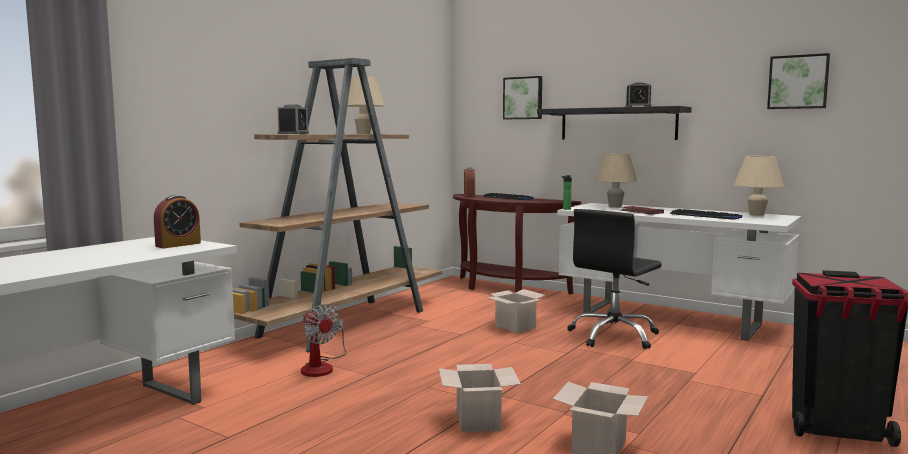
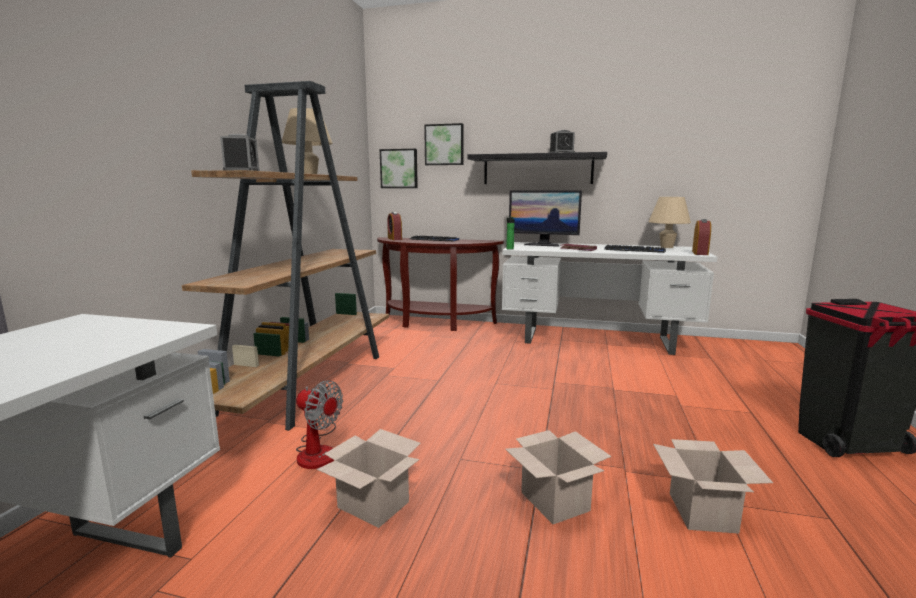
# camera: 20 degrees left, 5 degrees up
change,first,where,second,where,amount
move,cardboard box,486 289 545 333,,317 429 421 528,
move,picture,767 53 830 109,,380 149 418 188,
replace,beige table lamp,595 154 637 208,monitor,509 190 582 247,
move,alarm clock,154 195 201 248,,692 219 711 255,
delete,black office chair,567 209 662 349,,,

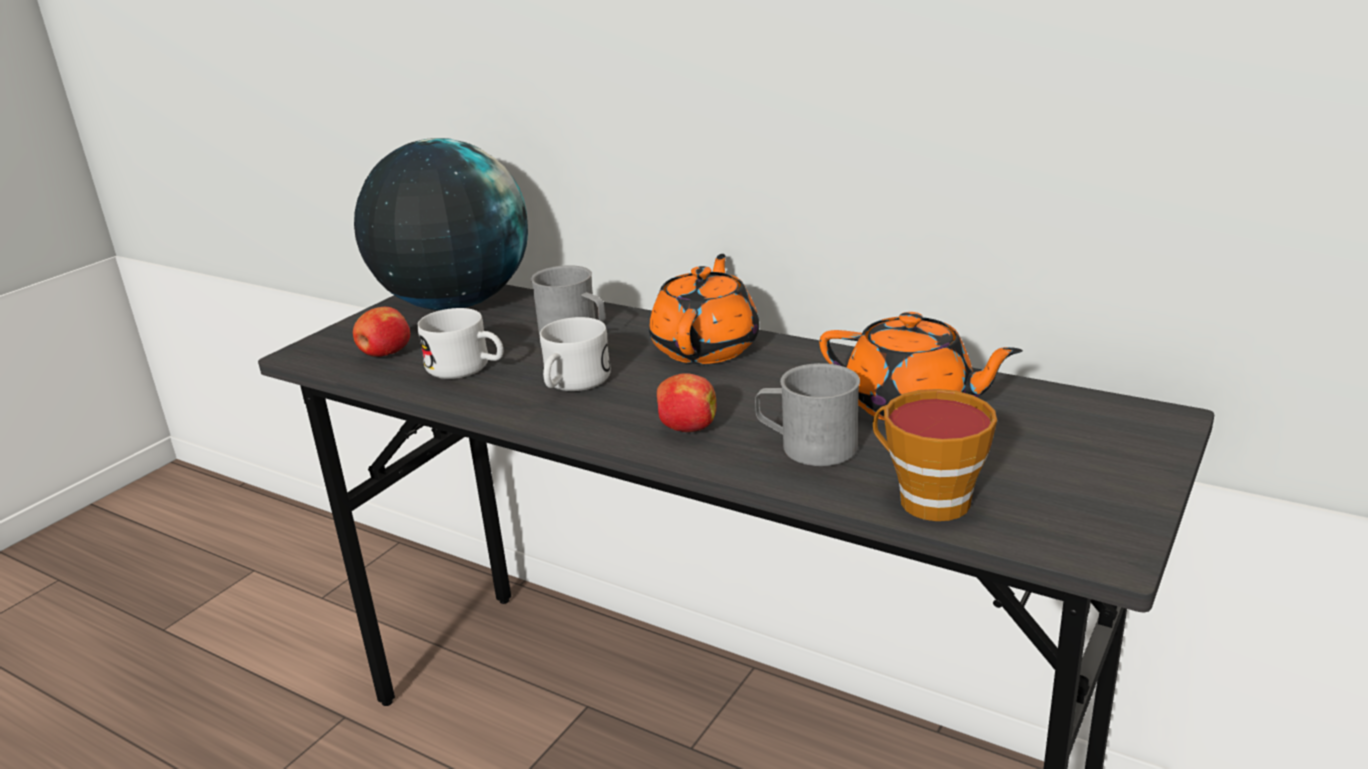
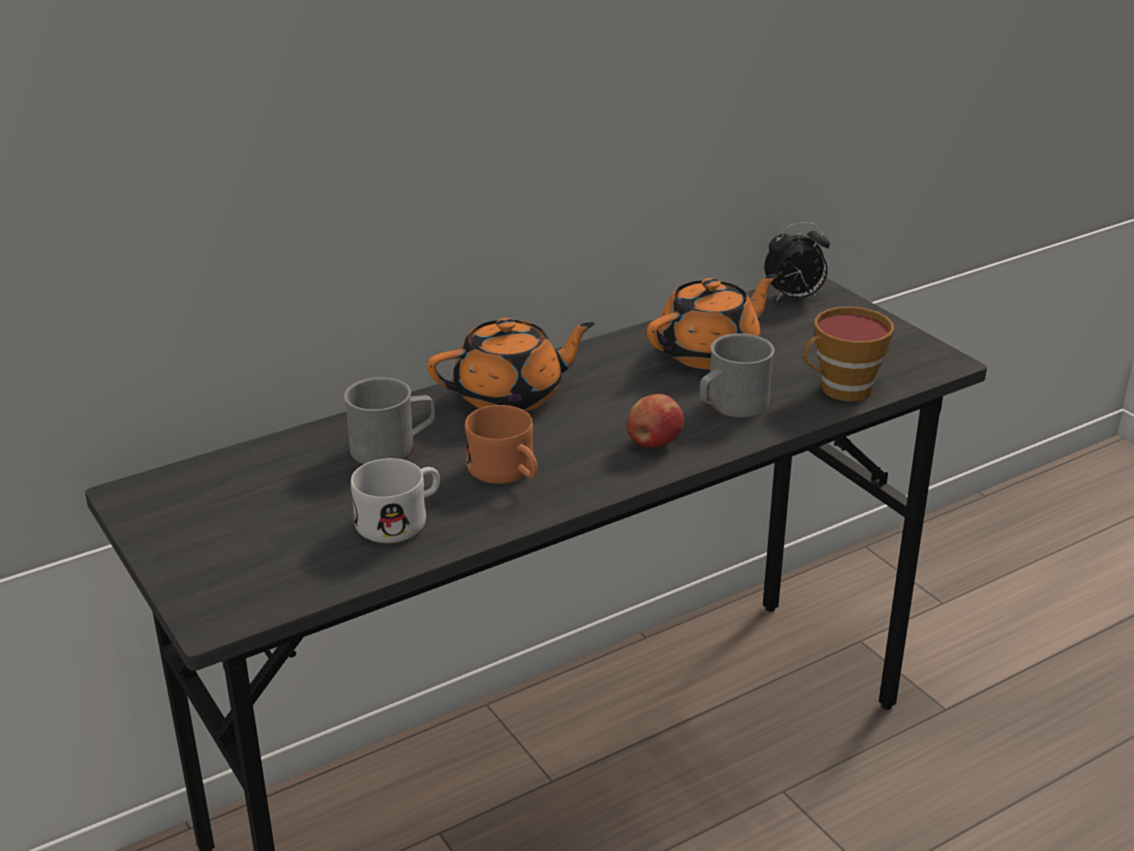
# camera: 65 degrees left, 5 degrees up
change,first,where,second,where,amount
rotate,orange teapot,649 254 760 364,,427 318 595 411,120 degrees clockwise
recolor,white mug,540 317 611 391,orange mug,465 405 538 484,
insert,,,alarm clock,764 222 830 301,
delete,apple,353 307 410 357,,,
delete,globe,354 138 528 310,,,

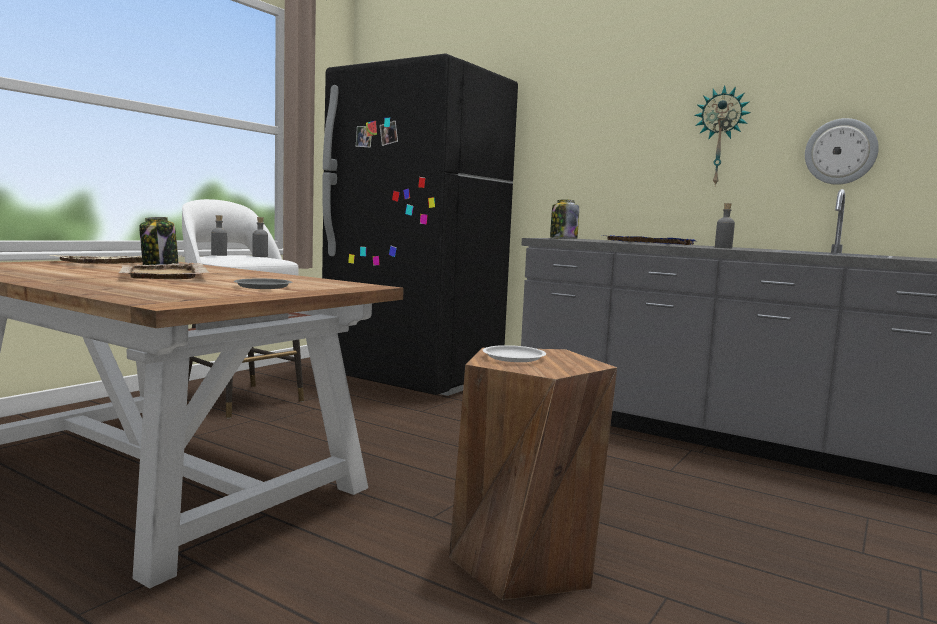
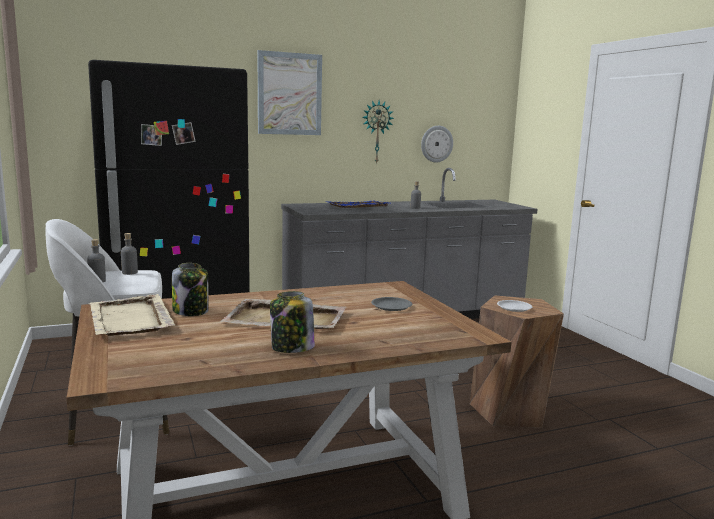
# camera: 55 degrees left, 5 degrees up
change,first,where,second,where,amount
insert,,,picture,258 50 322 135,
move,jar,550 199 579 239,,270 291 315 353,

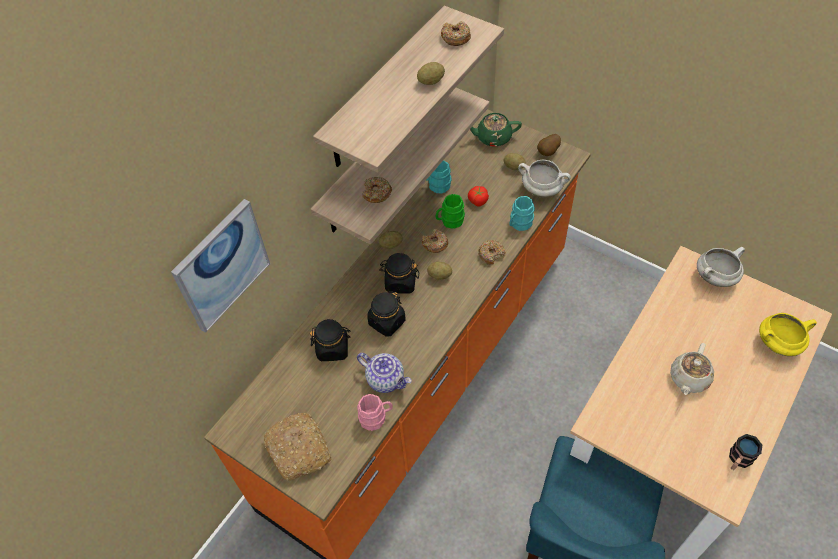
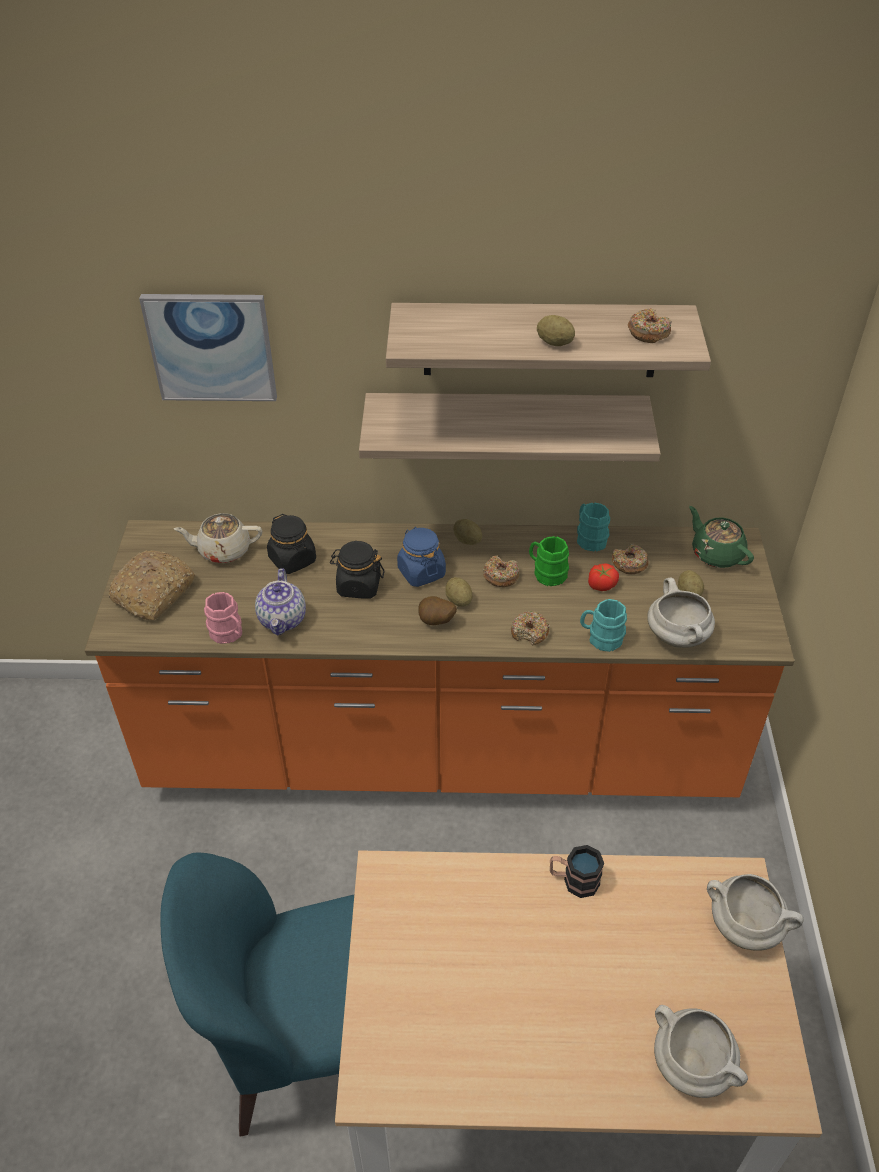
# camera: 55 degrees right, 10 degrees down
change,first,where,second,where,amount
move,beige teapot,670 343 714 395,,174 513 262 563,
recolor,black jar,379 253 419 294,blue jar,397 527 446 587,
move,potato,537 134 561 156,,418 596 457 625,
move,mug,729 434 762 470,,550 845 604 898,
move,donut,362 177 392 203,,612 544 649 574,
recolor,yellow cooking pot,759 313 817 356,white cooking pot,654 1005 748 1098,

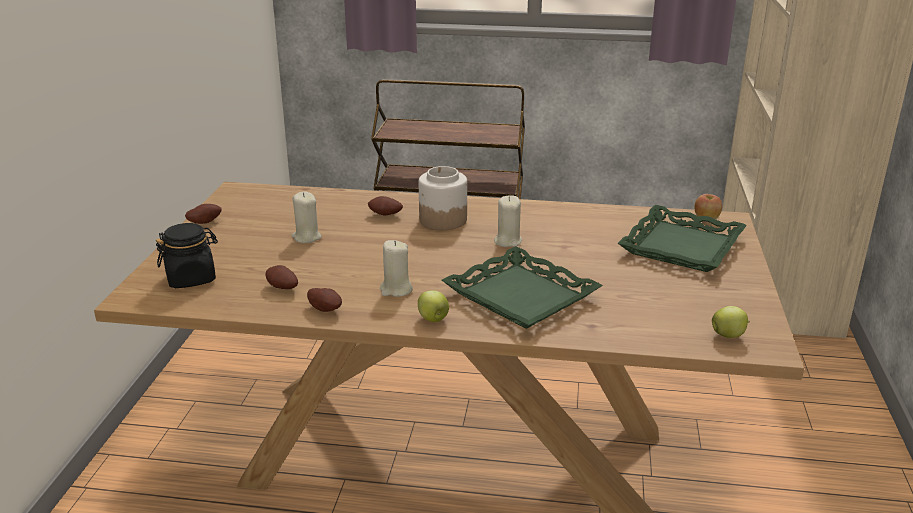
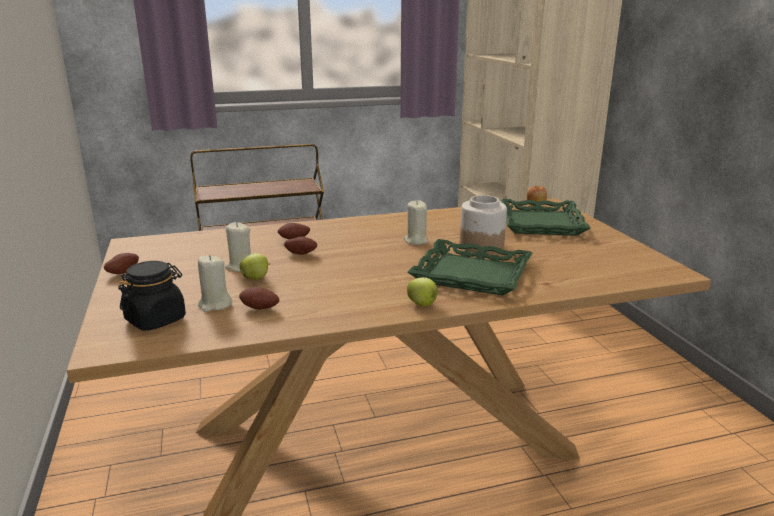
# camera: 25 degrees left, 5 degrees down
change,first,where,second,where,amount
move,beige candle,380 240 413 297,,198 255 232 312,
move,apple,712 306 750 338,,240 253 270 280,
move,potato,307 288 342 312,,284 236 317 255,
move,jar,419 166 467 230,,460 195 507 253,

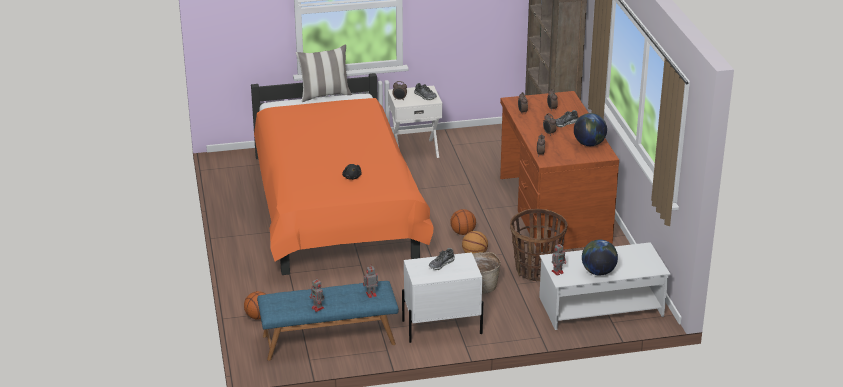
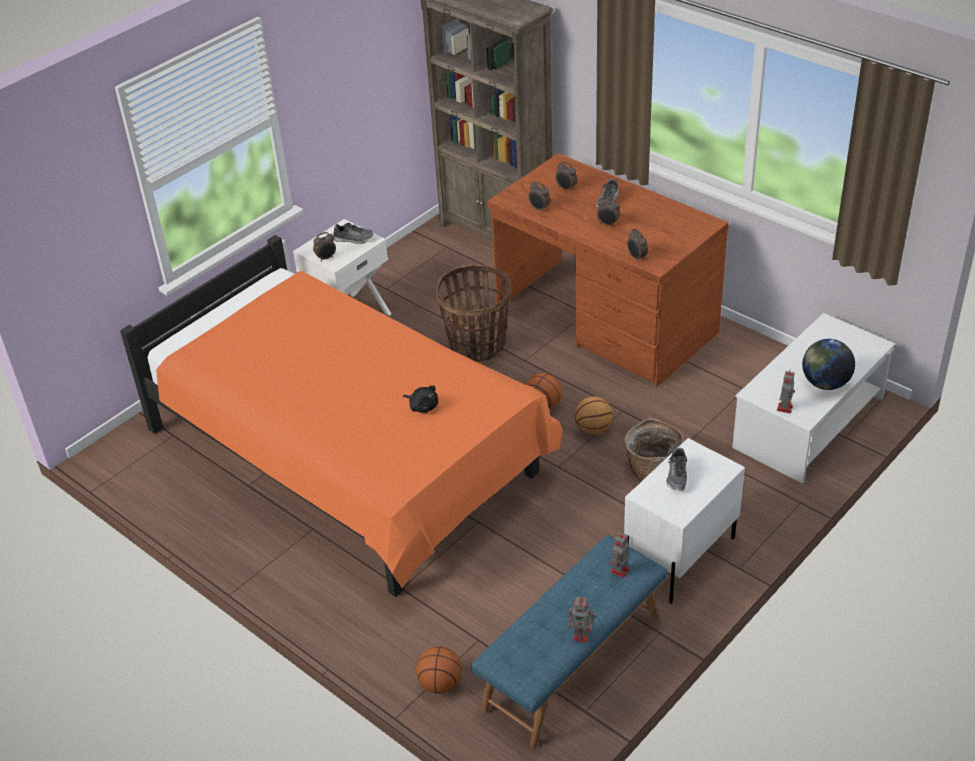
# camera: 35 degrees left, 10 degrees up
change,first,where,second,where,amount
move,basket,510 209 567 281,,435 265 511 362,
delete,pillow,296 45 352 102,,,
delete,globe,574 113 607 146,,,

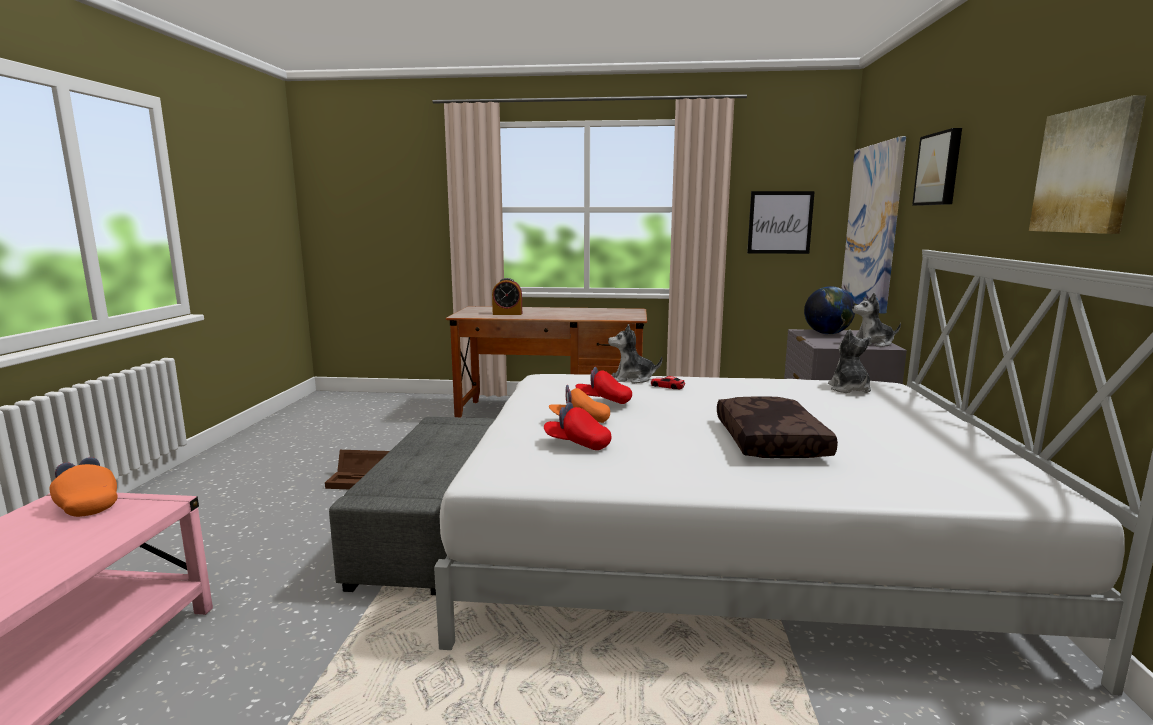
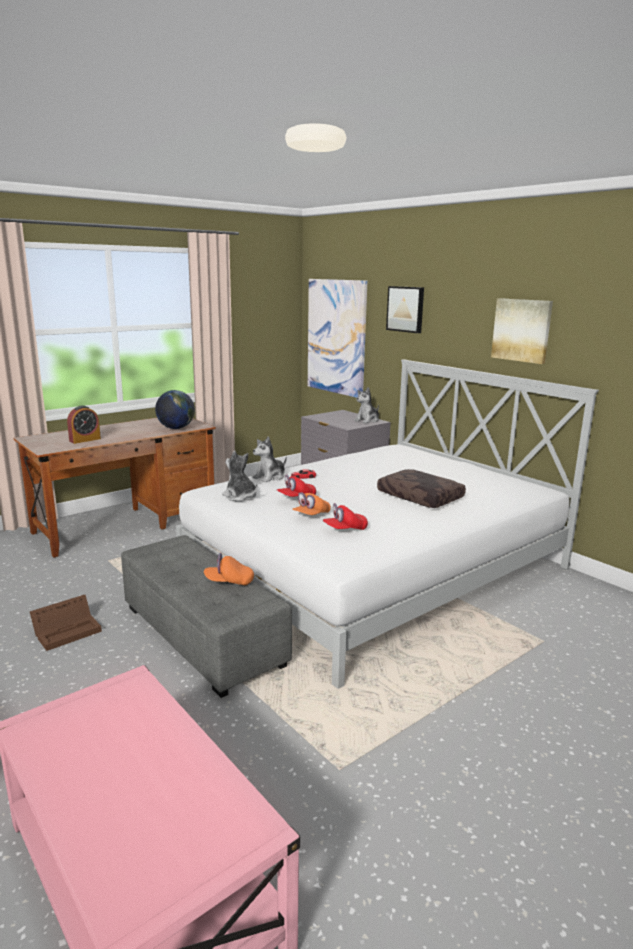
# camera: 45 degrees left, 5 degrees up
change,first,where,second,where,amount
move,globe,804 286 855 334,,155 390 195 429,
move,orange cap,49 457 117 517,,204 553 254 585,
move,plush toy,828 329 871 393,,222 450 257 501,
delete,picture,747 191 815 254,,,

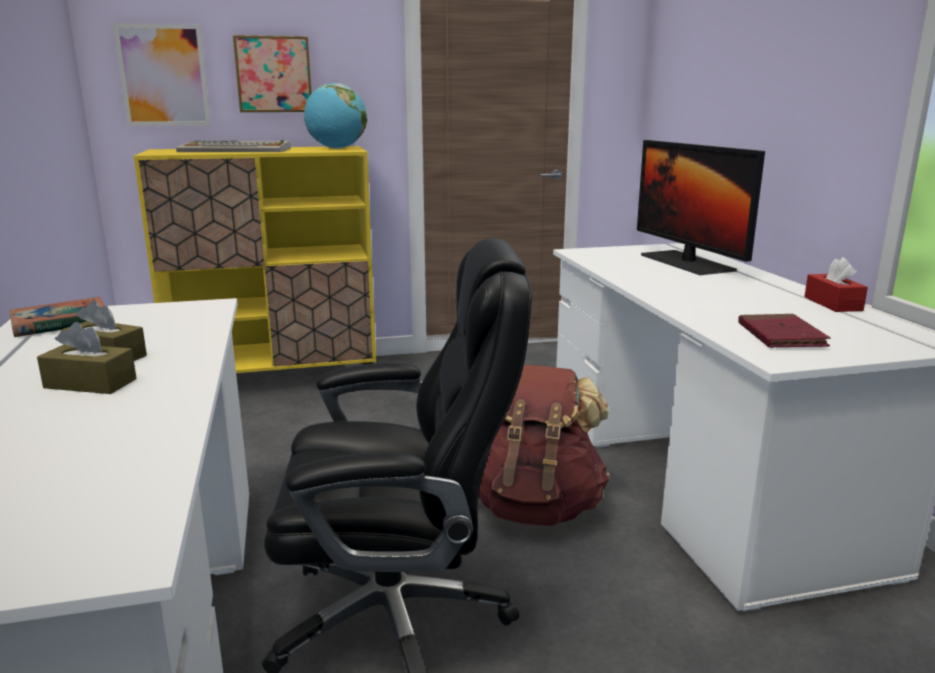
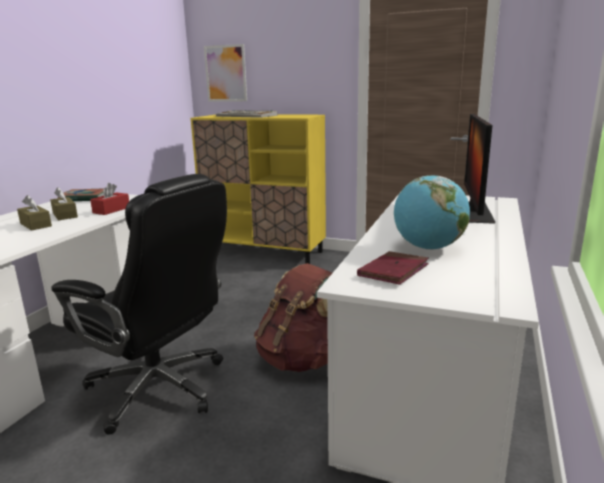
# camera: 35 degrees right, 0 degrees up
change,first,where,second,where,amount
move,red tissue box,804 257 868 312,,90 183 129 215,
move,globe,304 83 367 149,,394 175 470 250,
delete,picture,233 35 311 112,,,

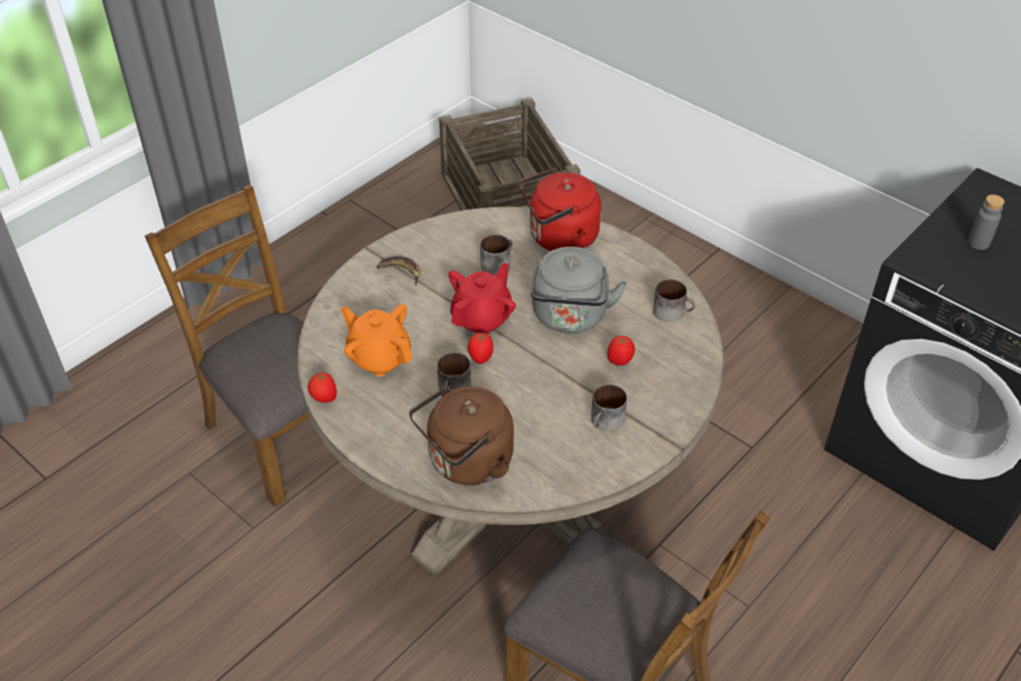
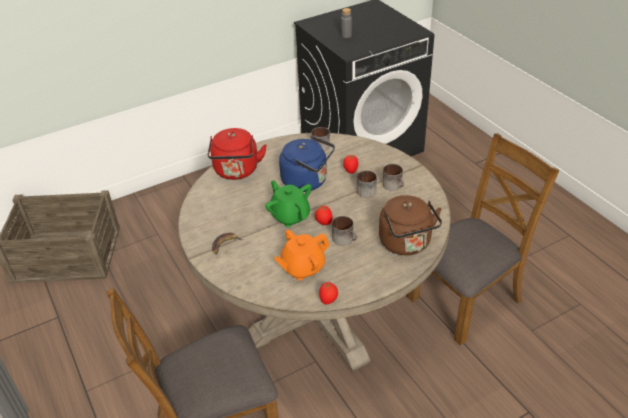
# camera: 70 degrees left, 5 degrees down
change,first,where,second,where,amount
recolor,red teapot,449 262 516 335,green teapot,265 180 312 227,
recolor,grey kettle,531 247 627 333,blue kettle,279 136 335 192,
move,mug,480 234 513 276,,357 171 377 198,

